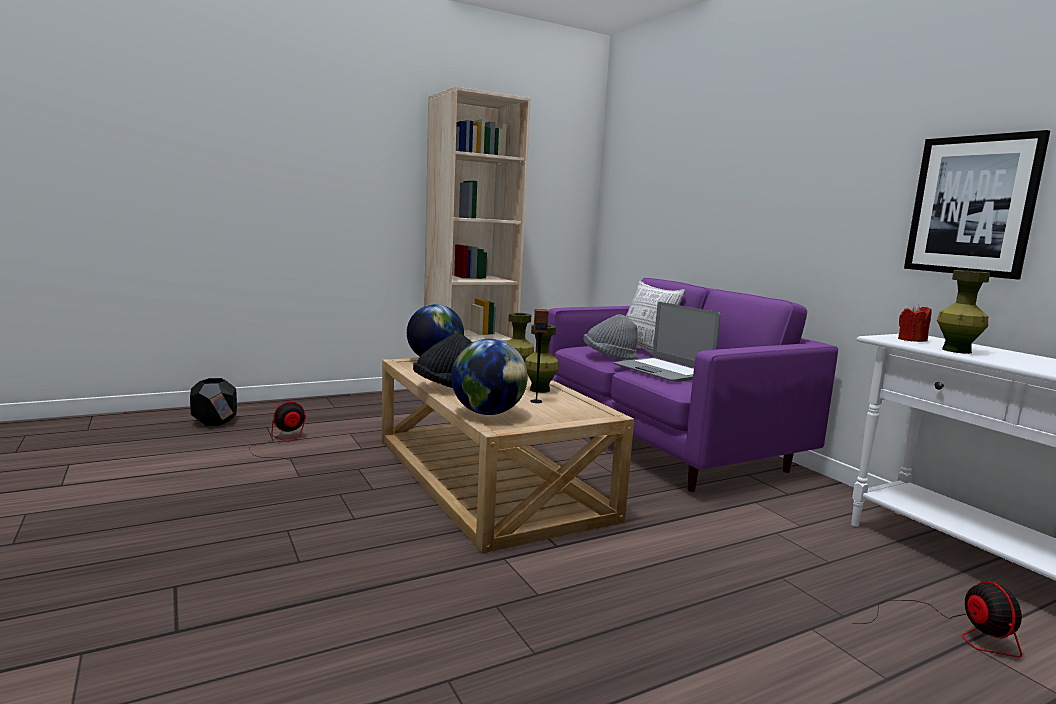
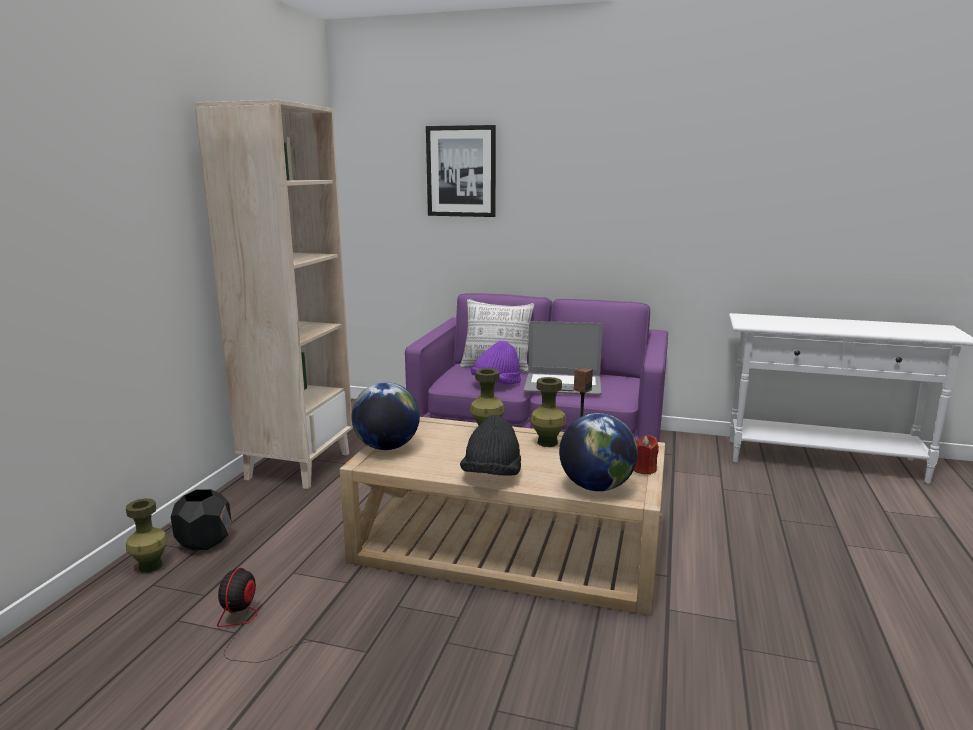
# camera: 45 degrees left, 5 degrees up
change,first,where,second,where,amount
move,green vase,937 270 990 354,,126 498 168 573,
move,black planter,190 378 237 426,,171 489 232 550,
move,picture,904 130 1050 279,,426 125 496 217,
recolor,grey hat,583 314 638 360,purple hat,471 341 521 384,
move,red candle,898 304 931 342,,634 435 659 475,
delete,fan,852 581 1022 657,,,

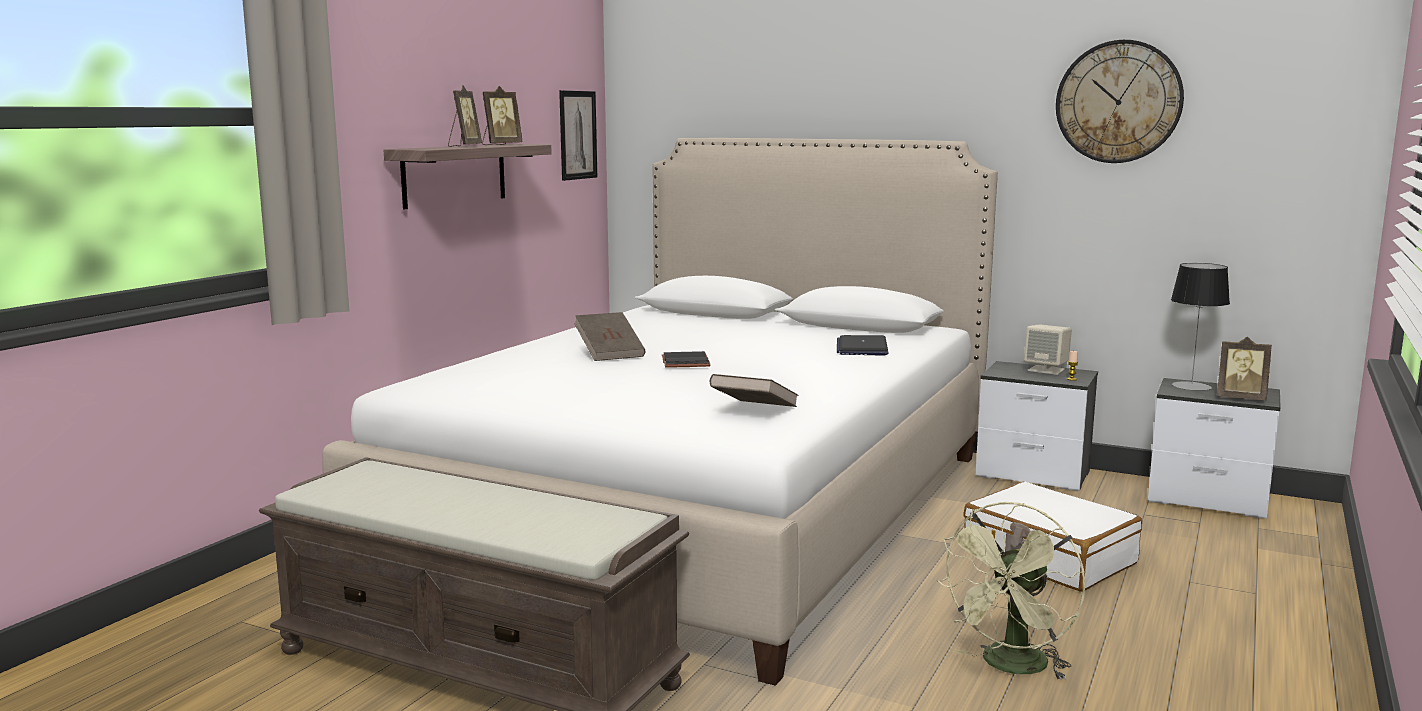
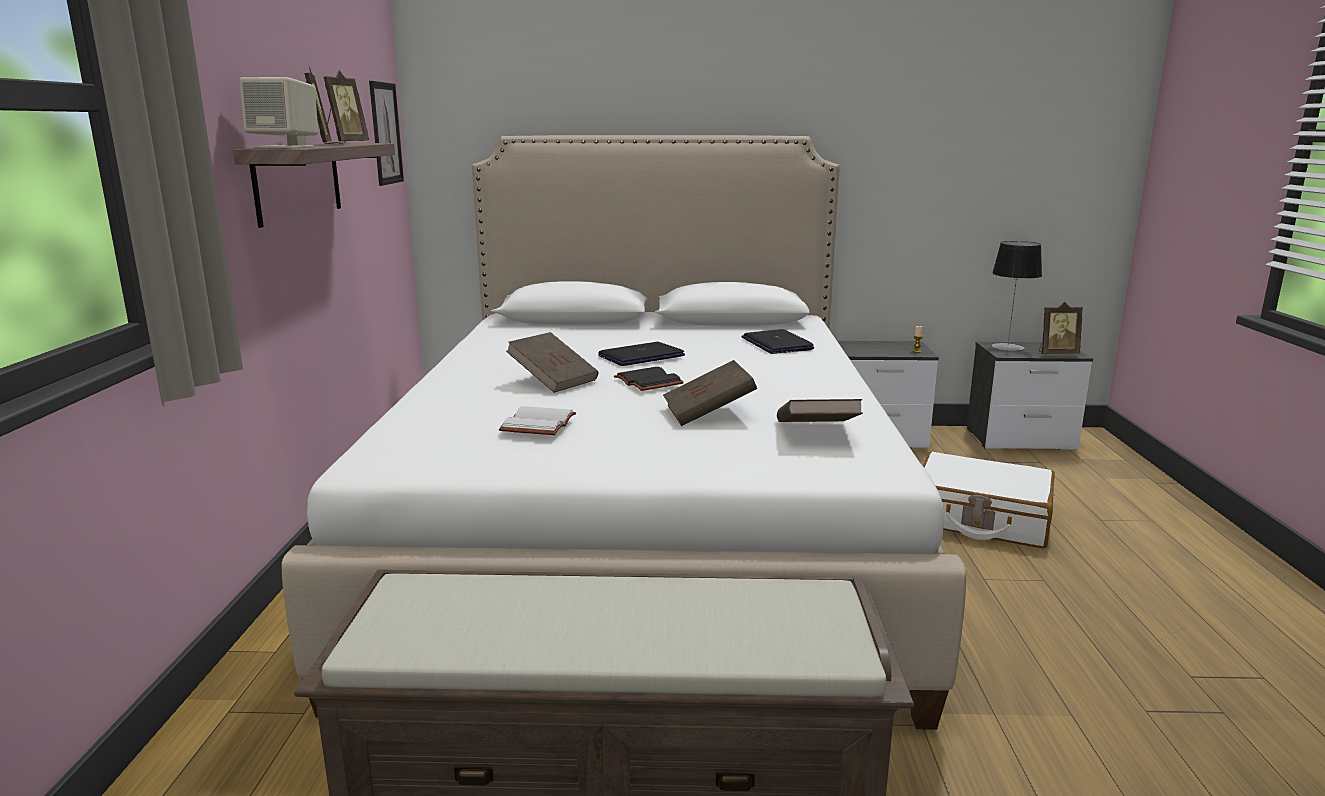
# camera: 25 degrees left, 5 degrees up
change,first,where,second,where,amount
move,beige speaker,1024 324 1072 375,,239 77 318 148,
insert,,,white book,499 406 576 435,
insert,,,laptop,598 342 685 366,
insert,,,brown book,663 360 757 426,
delete,green fan,937 502 1085 681,,,
delete,wall clock,1056 40 1184 163,,,

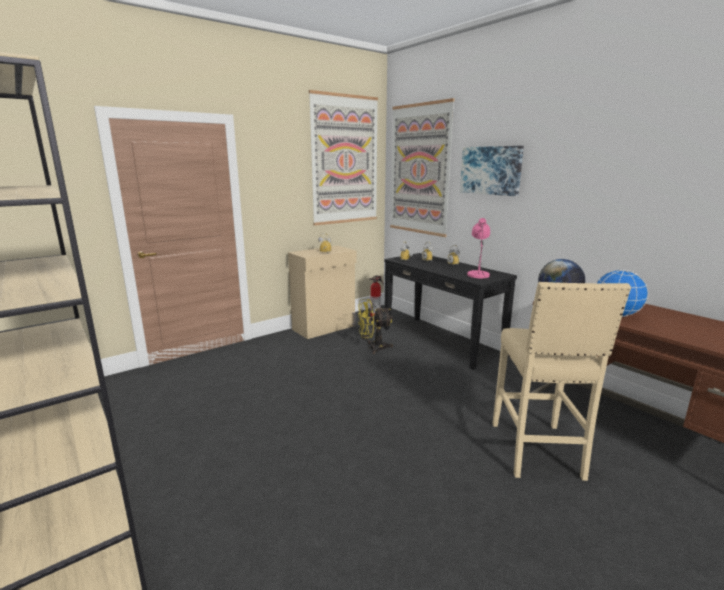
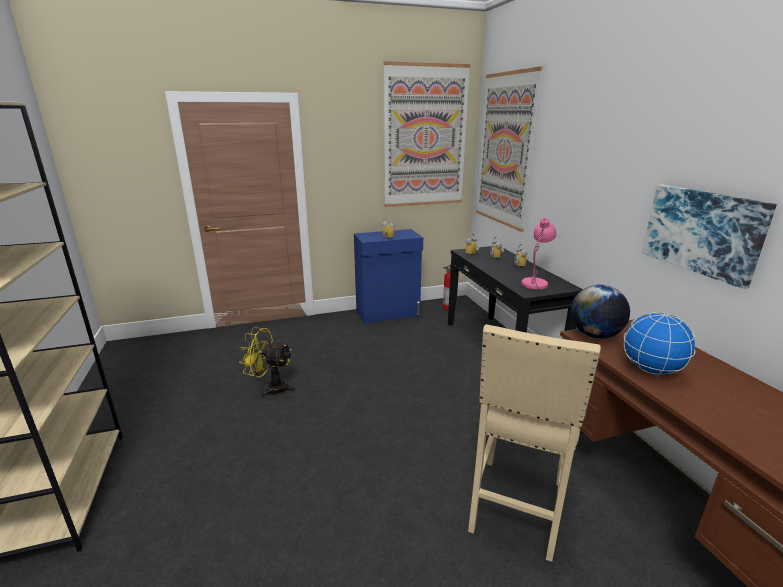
# camera: 20 degrees right, 5 degrees up
change,first,where,second,where,amount
move,yellow fan,358 299 393 354,,239 327 295 398,
recolor,beige cabinet,288 246 356 339,blue cabinet,354 229 423 324,
move,picture,460 146 524 196,,642 185 777 289,

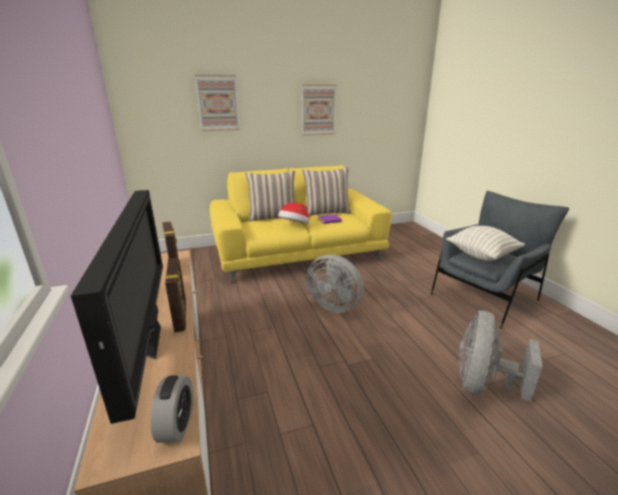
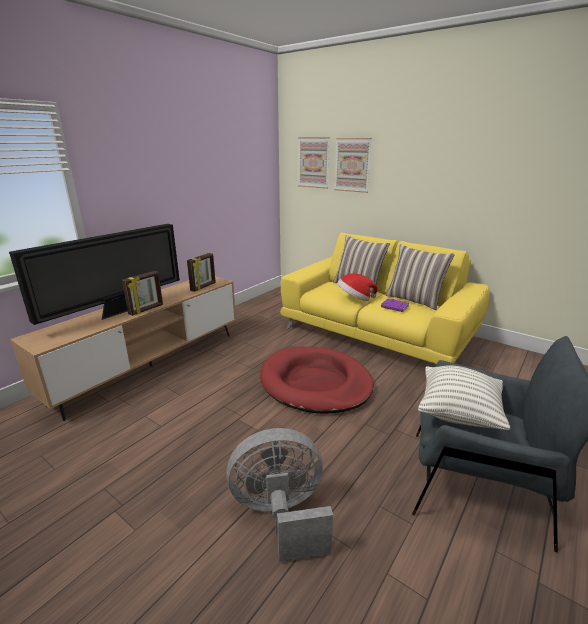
# camera: 55 degrees right, 0 degrees up
change,first,where,second,where,amount
replace,grey fan,306 255 363 313,red dog bed,260 347 374 414,
move,picture,301 84 337 135,,298 137 330 189,
delete,alarm clock,150 375 193 442,,,

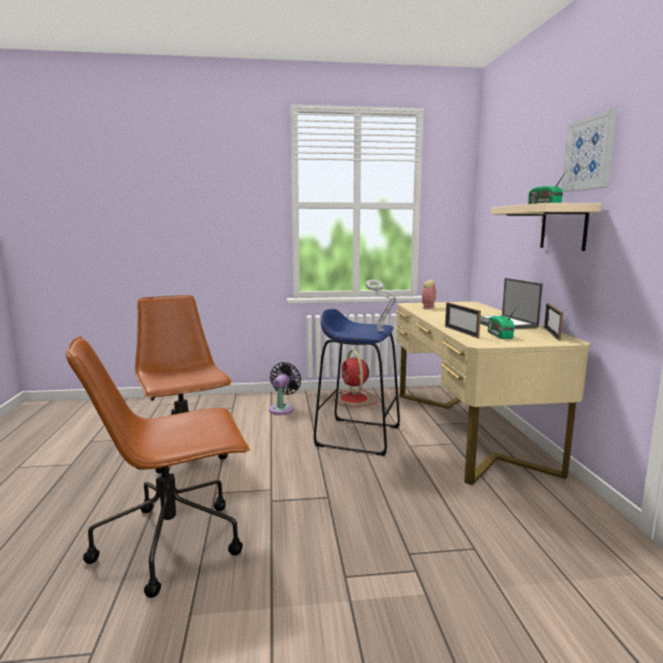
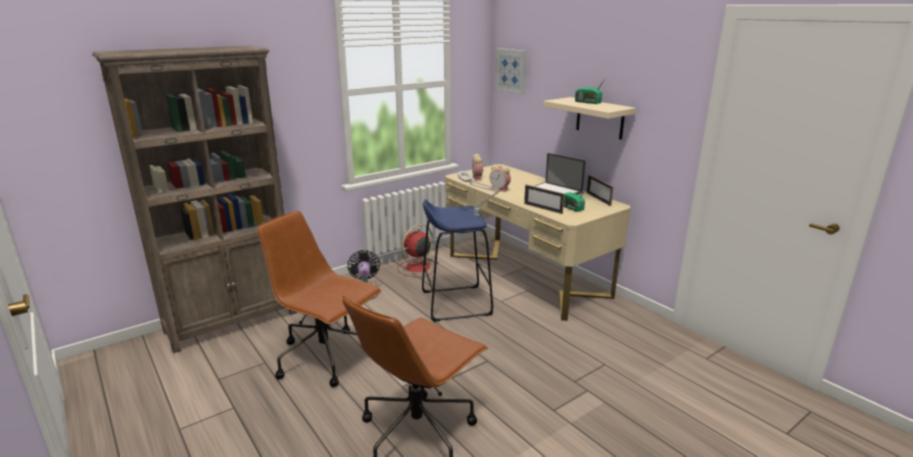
# camera: 30 degrees left, 10 degrees up
change,first,where,second,where,amount
insert,,,brown bookcase,92 45 297 353,
rotate,red fan,333 350 377 407,,397 224 438 278,90 degrees clockwise
insert,,,alarm clock,490 164 511 192,
move,picture,562 109 617 192,,495 48 527 95,

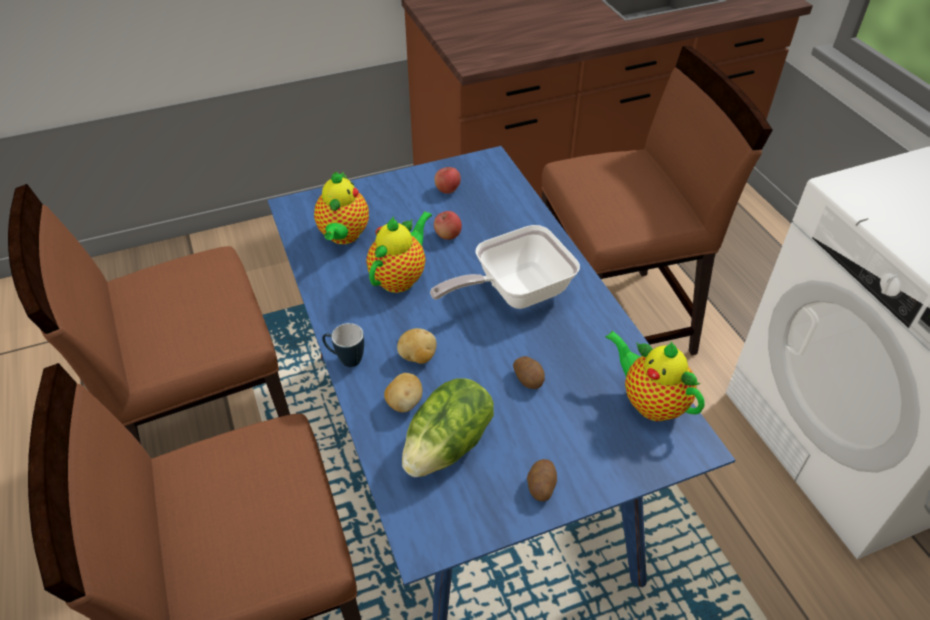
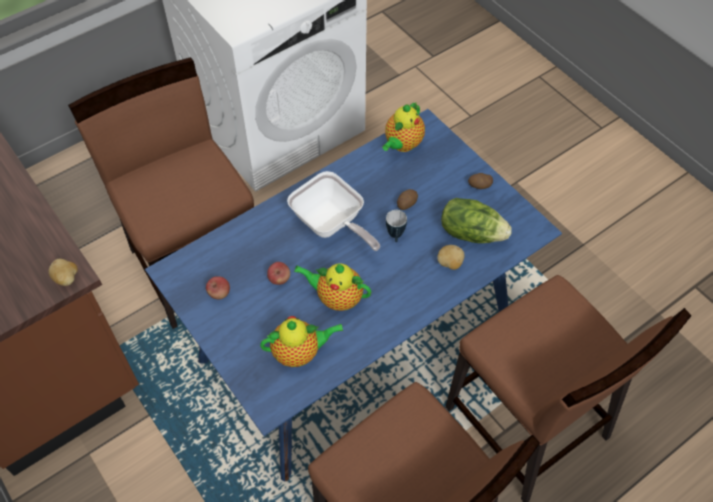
# camera: 105 degrees left, 10 degrees up
change,first,where,second,where,amount
move,potato,397 328 437 364,,49 259 78 286,
move,mug,322 323 364 367,,386 210 407 242,

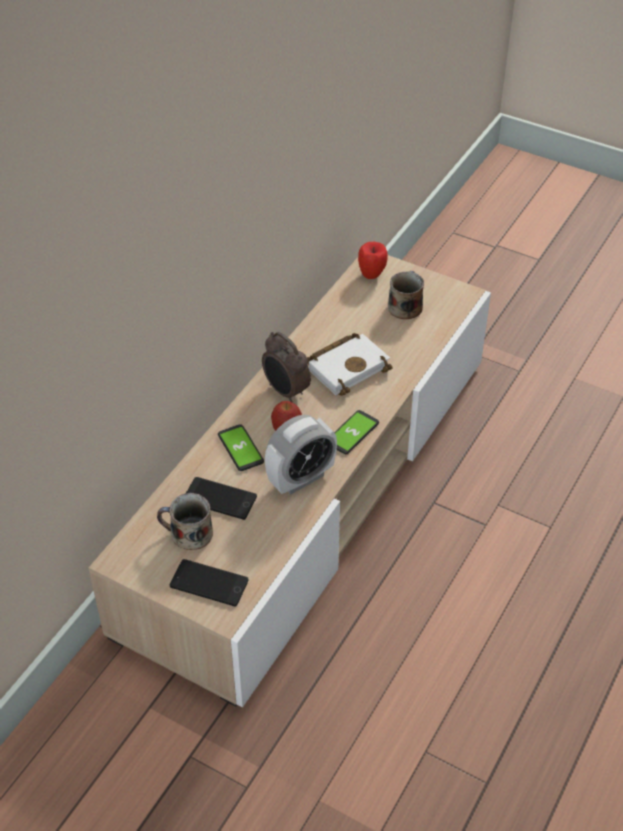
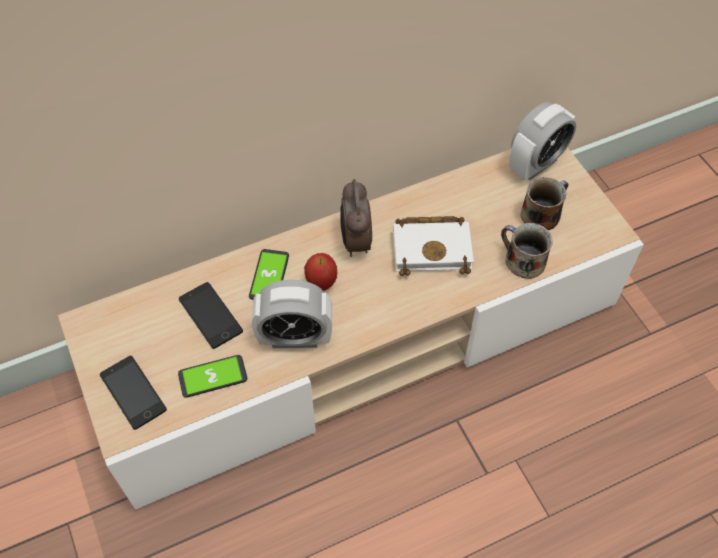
# camera: 35 degrees right, 10 degrees up
change,first,where,second,where,amount
move,phone,334 410 379 454,,178 355 247 398,
move,mug,157 493 213 550,,501 223 553 279,
replace,apple,358 242 388 279,alarm clock,509 102 576 180,

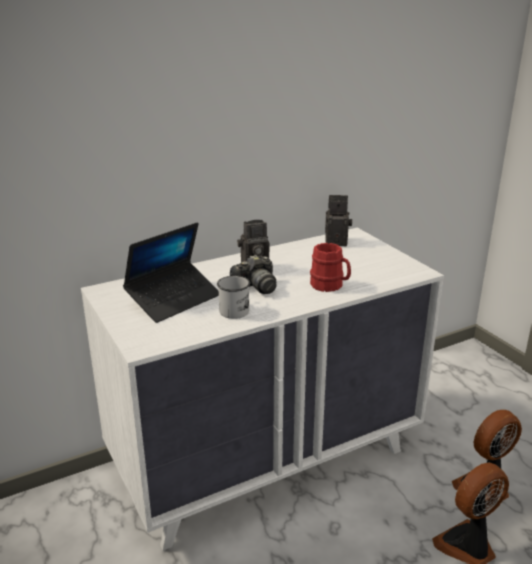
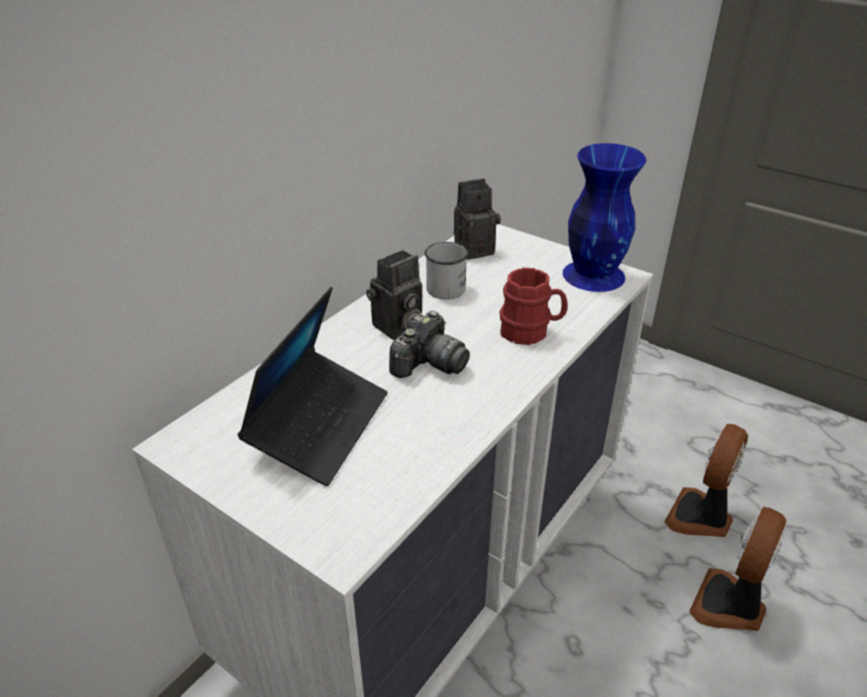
# camera: 25 degrees left, 10 degrees up
change,first,where,second,where,amount
move,white mug,217 276 250 319,,425 242 468 300,
insert,,,blue vase,563 143 647 292,

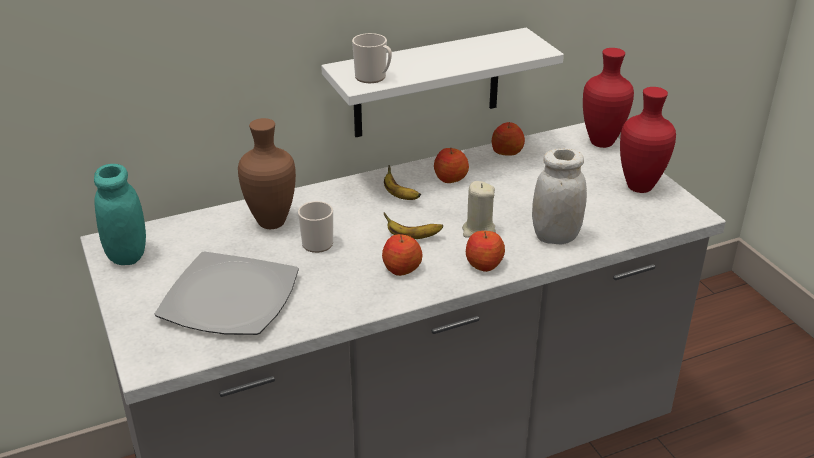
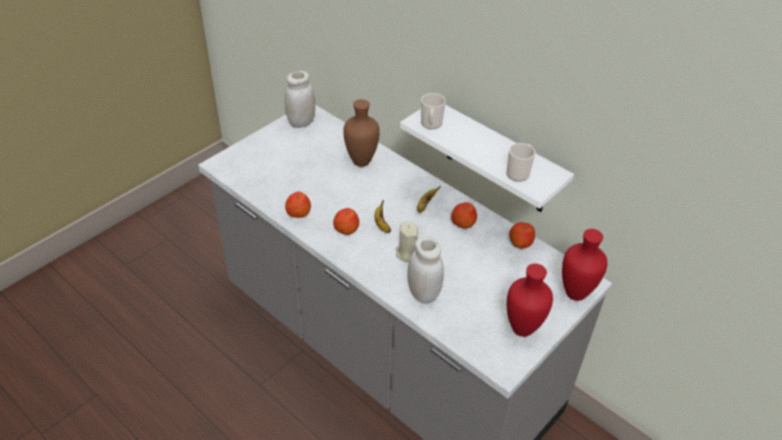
# camera: 65 degrees right, 10 degrees up
change,first,where,second,where,amount
recolor,turquoise jar,94 164 146 265,white jar,284 71 315 128,
move,apple,466 231 505 272,,285 192 311 218,
move,mug,298 201 333 253,,506 143 535 182,
delete,plate,155 251 299 335,,,

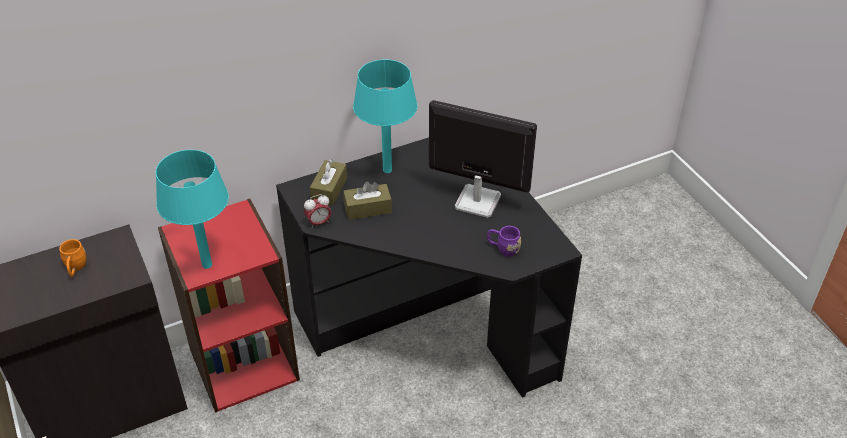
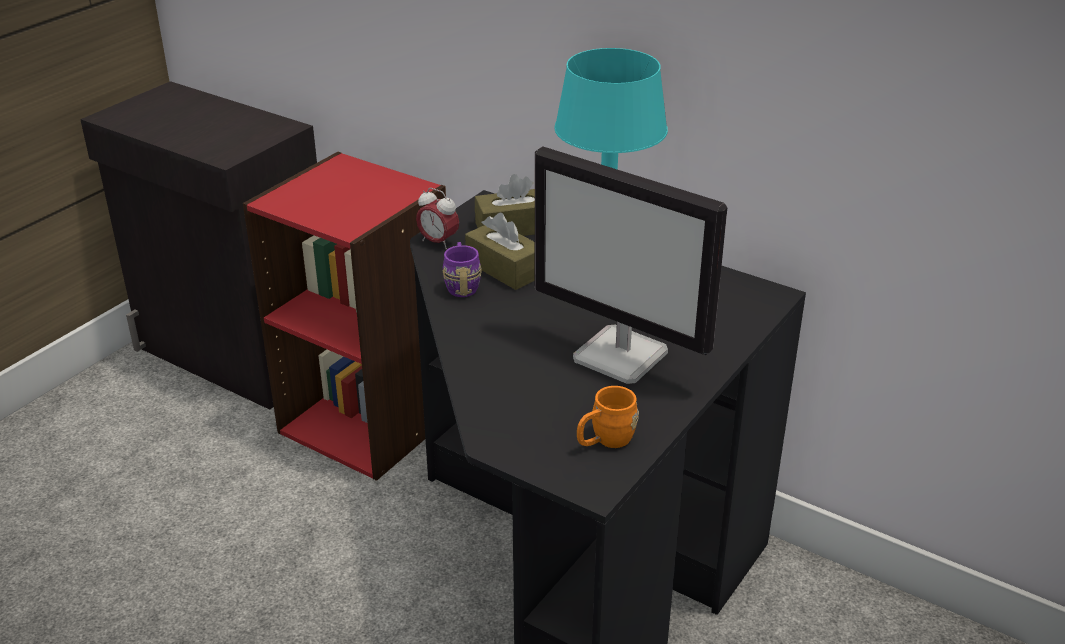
# camera: 60 degrees right, 10 degrees down
change,first,where,second,where,amount
move,purple mug,487 226 521 257,,443 242 482 297,
rotate,monitor,429 100 537 218,,535 147 727 384,135 degrees clockwise
move,orange mug,59 239 86 277,,577 386 639 448,
delete,turquoise table lamp,156 150 229 269,,,

